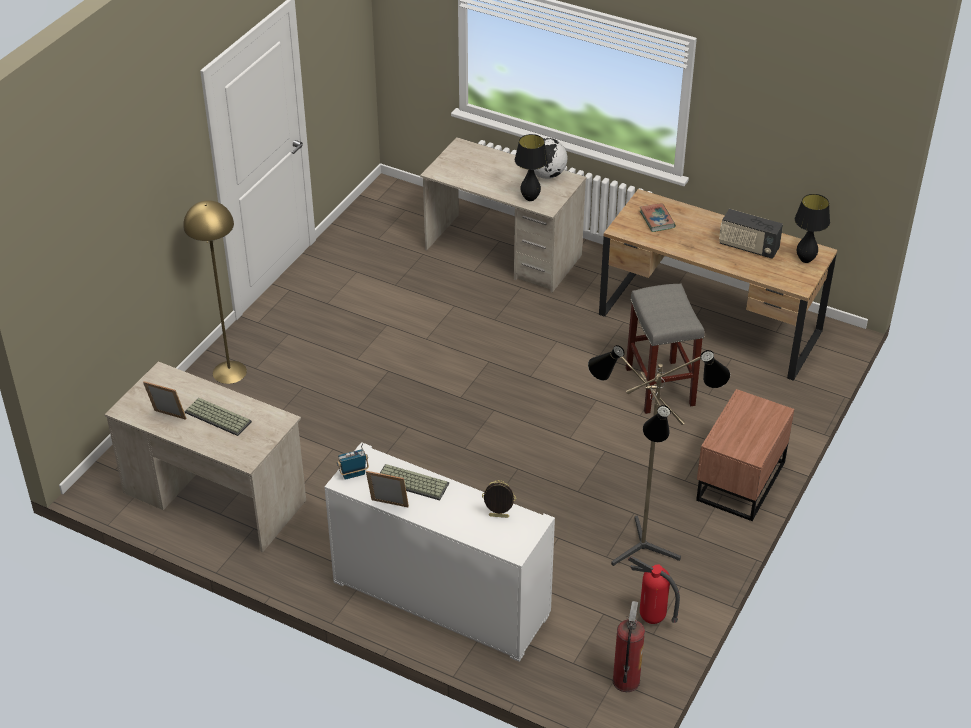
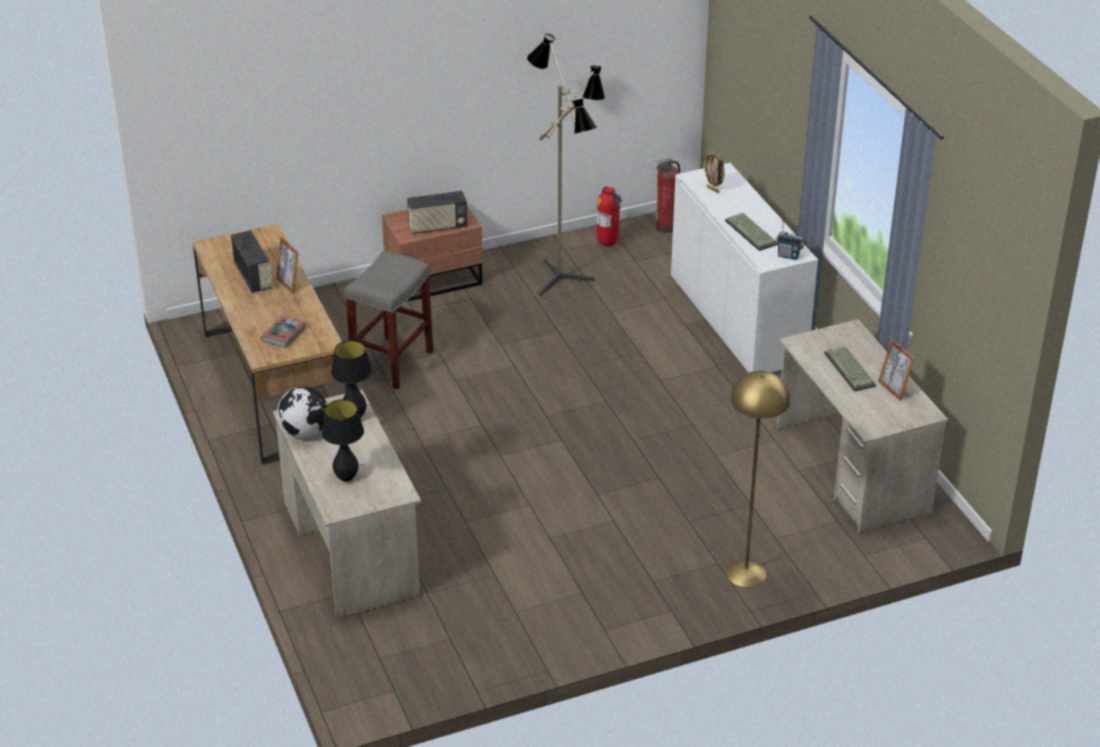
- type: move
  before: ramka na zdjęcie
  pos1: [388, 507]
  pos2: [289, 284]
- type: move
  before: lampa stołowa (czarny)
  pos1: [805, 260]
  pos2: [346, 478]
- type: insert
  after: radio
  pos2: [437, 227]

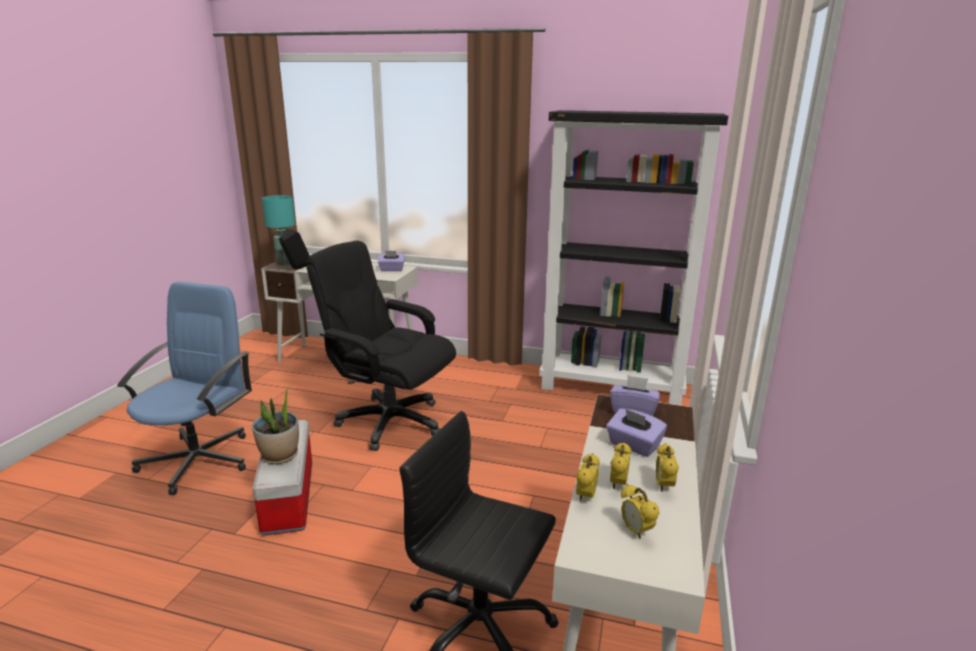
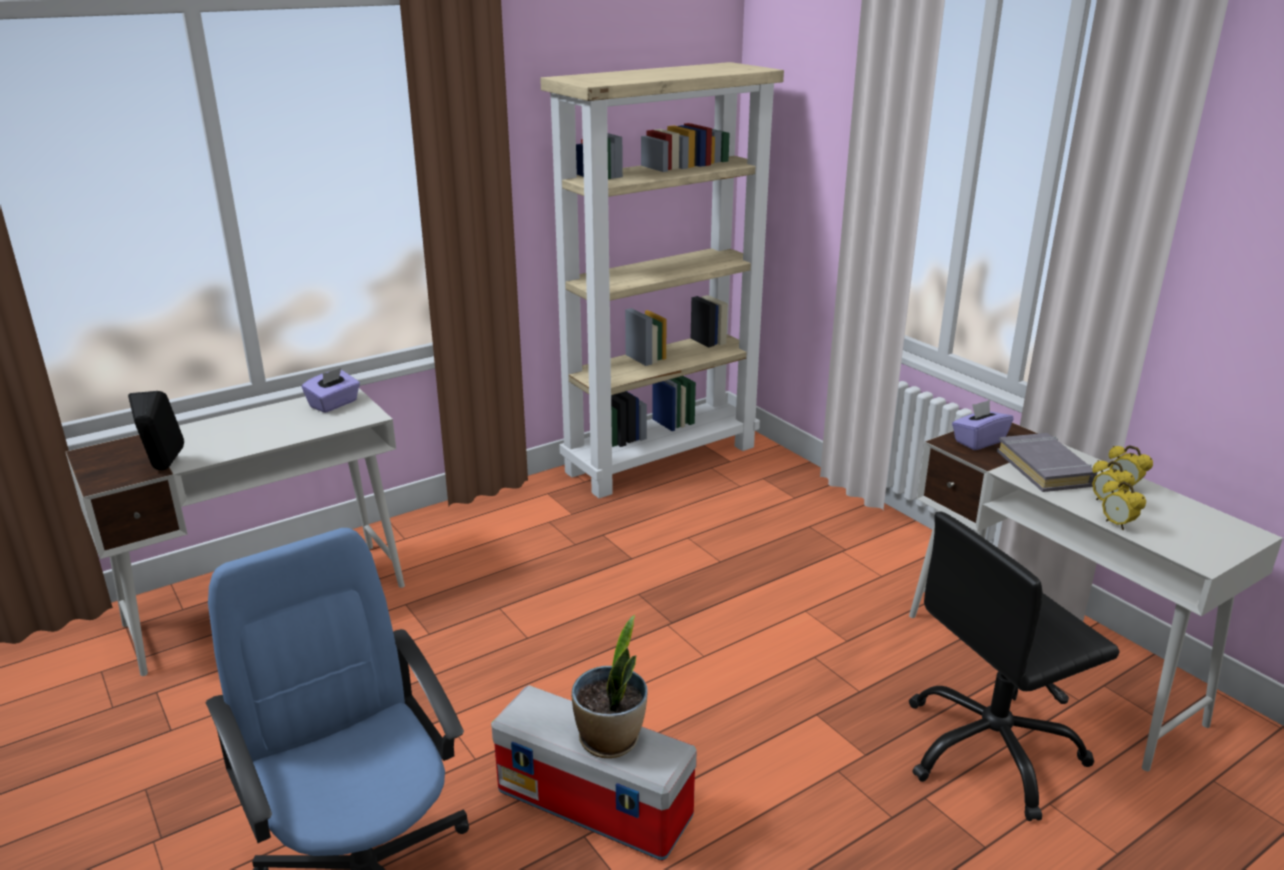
- type: delete
  before: lampa stołowa (turkusowy)
  pos1: [285, 263]
- type: delete
  before: krzesło biurowe (czarny)
  pos1: [389, 421]
- type: recolor
  before: regał (czarny)
  after: regał (beżowy)
  pos1: [612, 387]
  pos2: [662, 458]
- type: replace
  before: pudełko chusteczek (fioletowy)
  after: książka (szary)
  pos1: [633, 445]
  pos2: [1044, 468]
- type: delete
  before: budzik
  pos1: [636, 531]

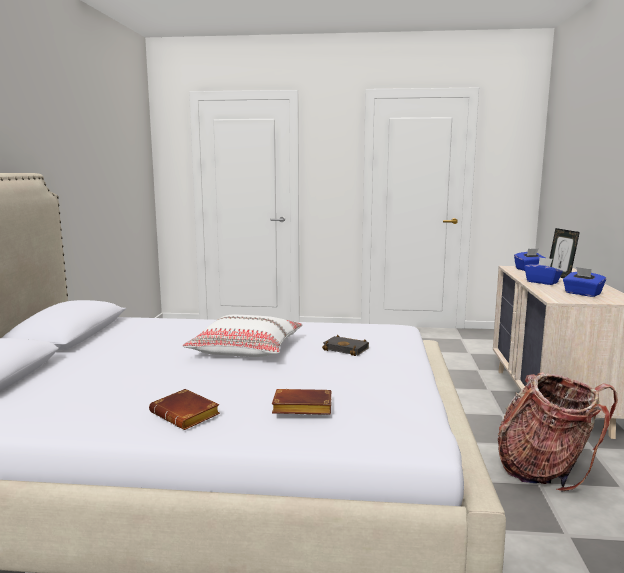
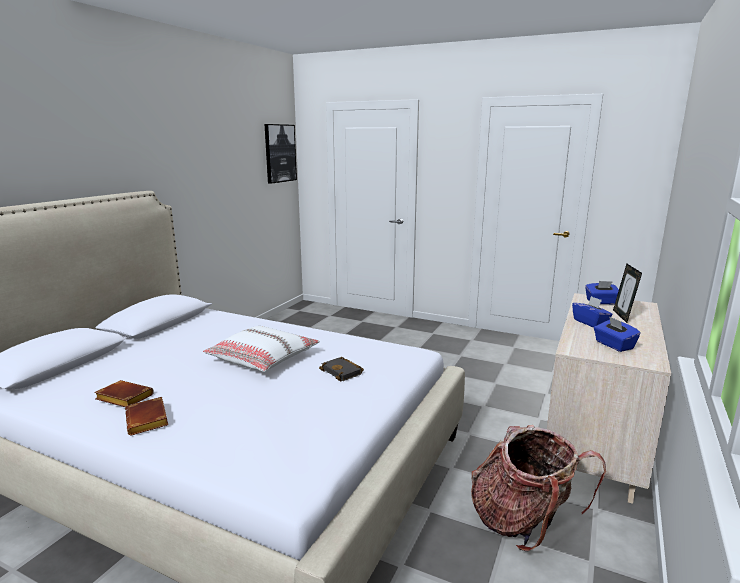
- type: move
  before: książka (brązowy)
  pos1: [300, 408]
  pos2: [122, 398]
- type: insert
  after: obraz
  pos2: [279, 153]

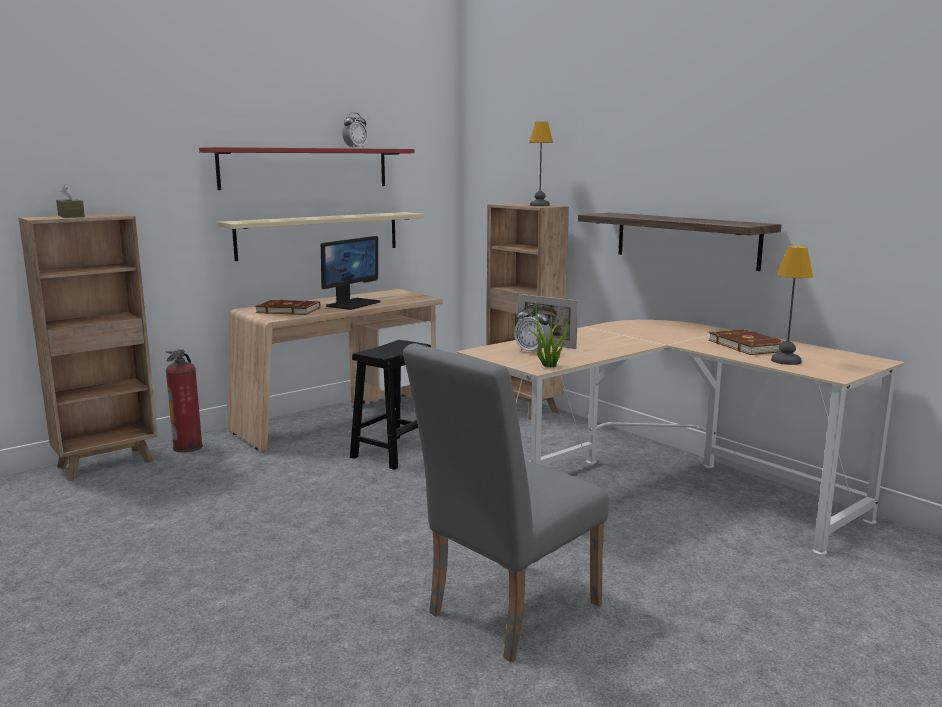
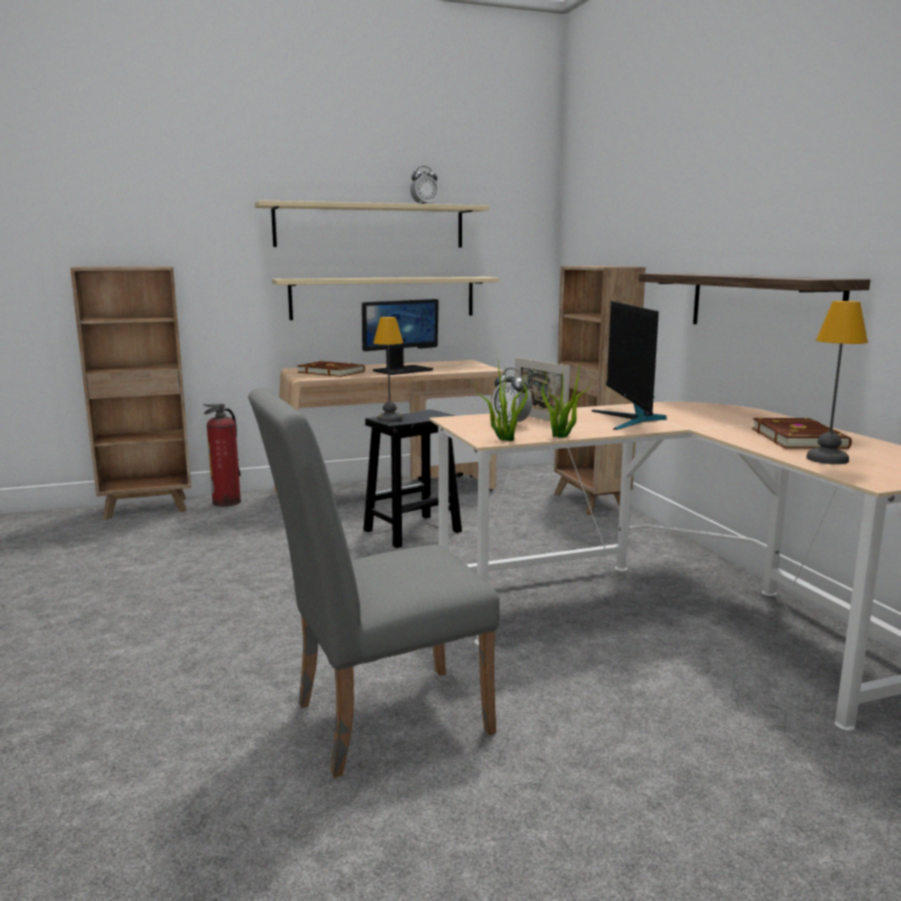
- type: delete
  before: pudełko chusteczek (brązowy)
  pos1: [71, 216]
- type: recolor
  before: półka (czerwony)
  after: półka (beżowy)
  pos1: [306, 168]
  pos2: [370, 226]
- type: move
  before: lampa stołowa
  pos1: [539, 205]
  pos2: [389, 419]
- type: insert
  after: roślina doniczkowa
  pos2: [562, 436]
- type: insert
  after: monitor
  pos2: [630, 420]

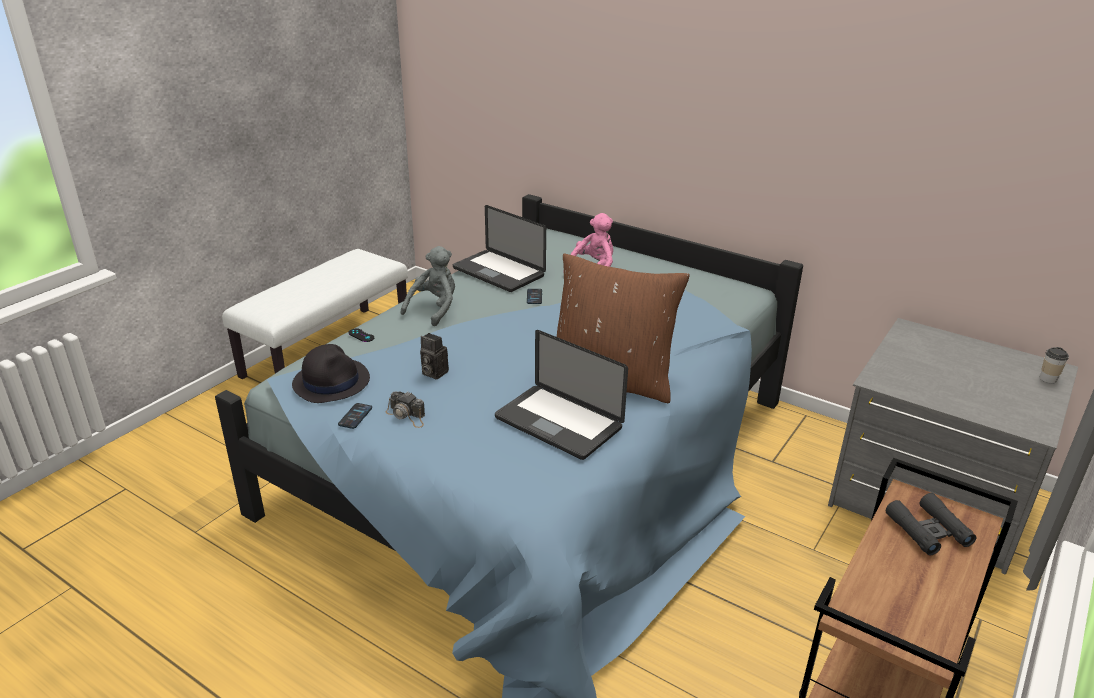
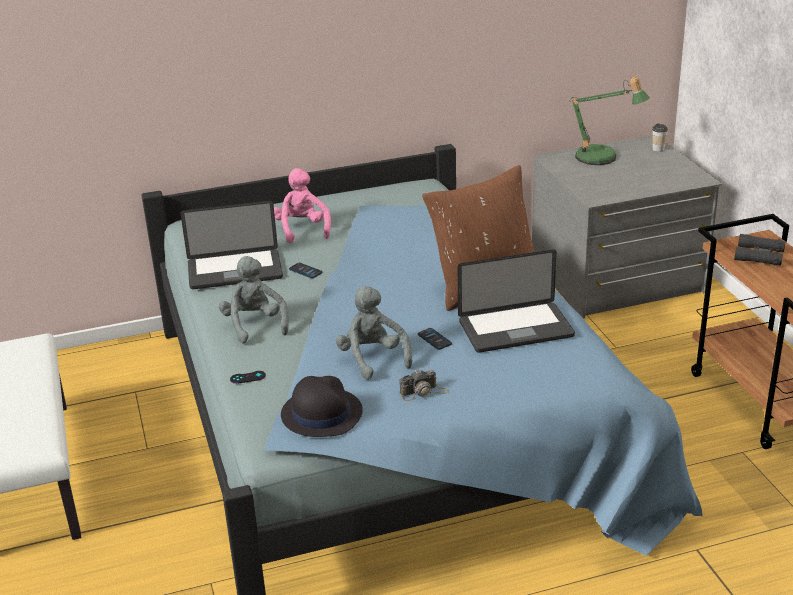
- type: move
  before: telefon
  pos1: [355, 416]
  pos2: [434, 339]
- type: replace
  before: aparat fotograficzny
  after: pluszak (szary)
  pos1: [433, 373]
  pos2: [372, 358]
- type: insert
  after: lampa stołowa
  pos2: [602, 159]

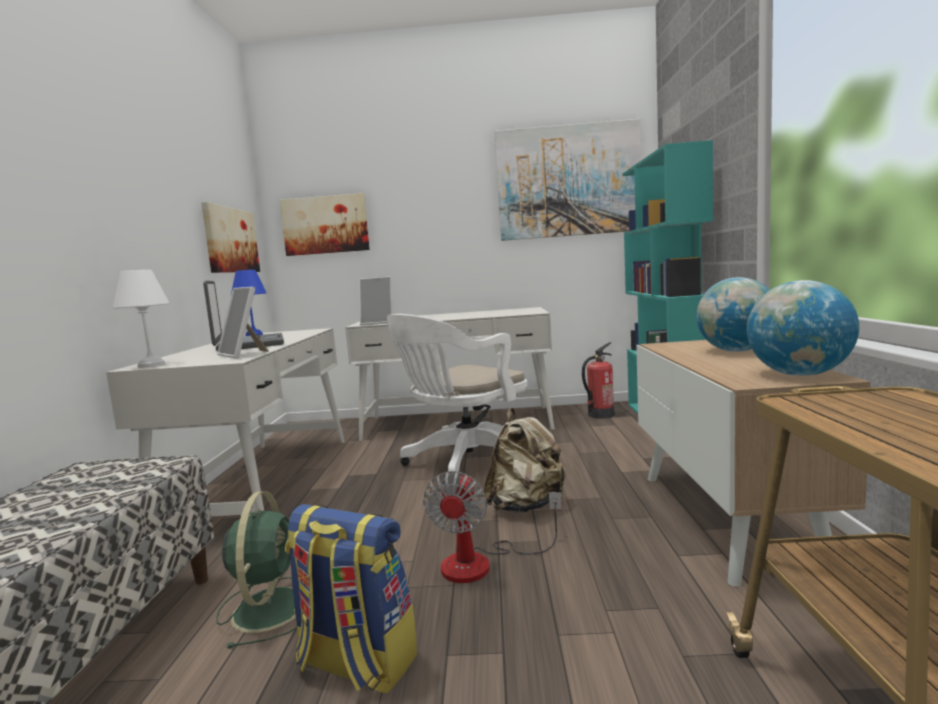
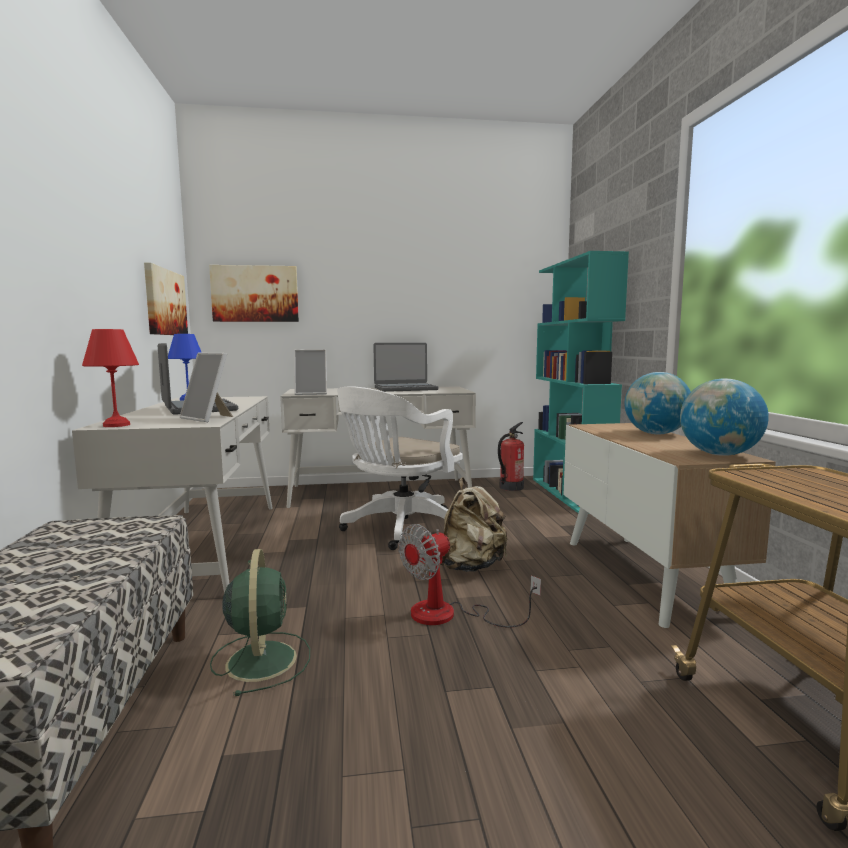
- type: recolor
  before: lampa stołowa (biały)
  after: lampa stołowa (czerwony)
  pos1: [150, 365]
  pos2: [115, 425]
- type: delete
  before: plecak
  pos1: [355, 663]
- type: rotate
  before: wentylator
  pos1: [482, 563]
  pos2: [449, 615]
  turn: 45
- type: delete
  before: obraz
  pos1: [568, 181]
- type: insert
  after: laptop
  pos2: [405, 389]

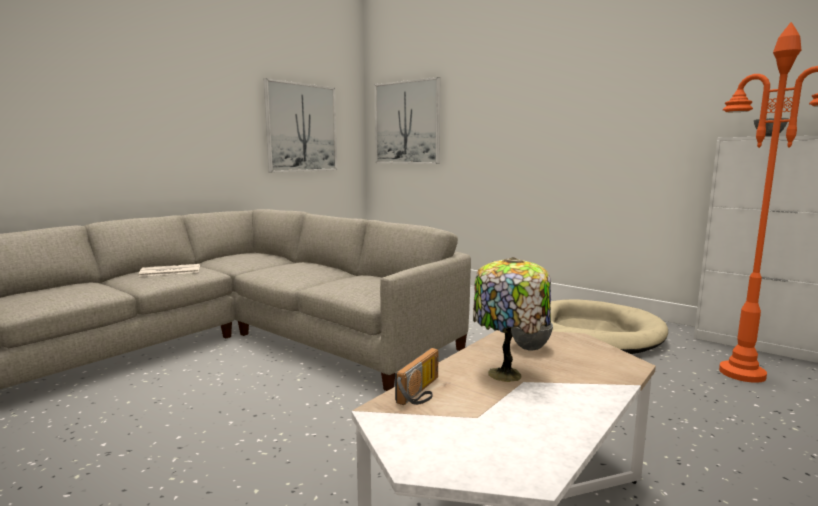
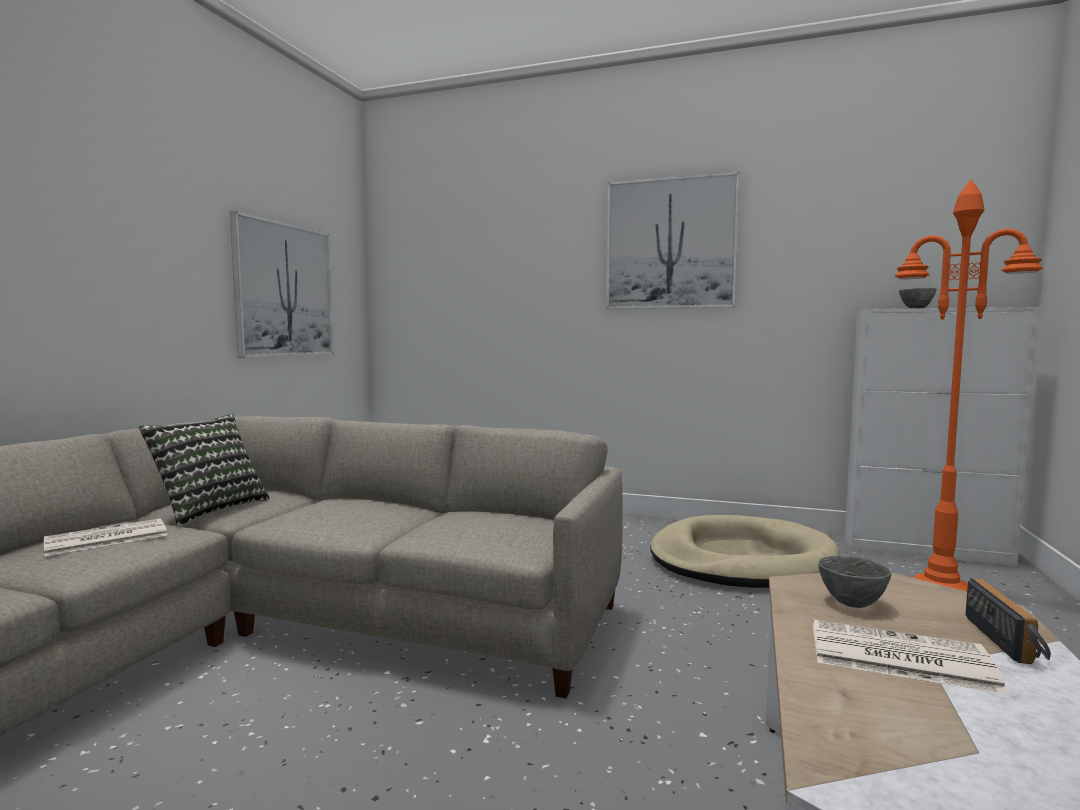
- type: move
  before: obraz
  pos1: [407, 122]
  pos2: [670, 244]
- type: move
  before: radio
  pos1: [423, 392]
  pos2: [1010, 641]
- type: replace
  before: lampa stołowa
  after: gazeta
  pos1: [507, 375]
  pos2: [897, 657]
- type: insert
  after: poduszka
  pos2: [209, 509]

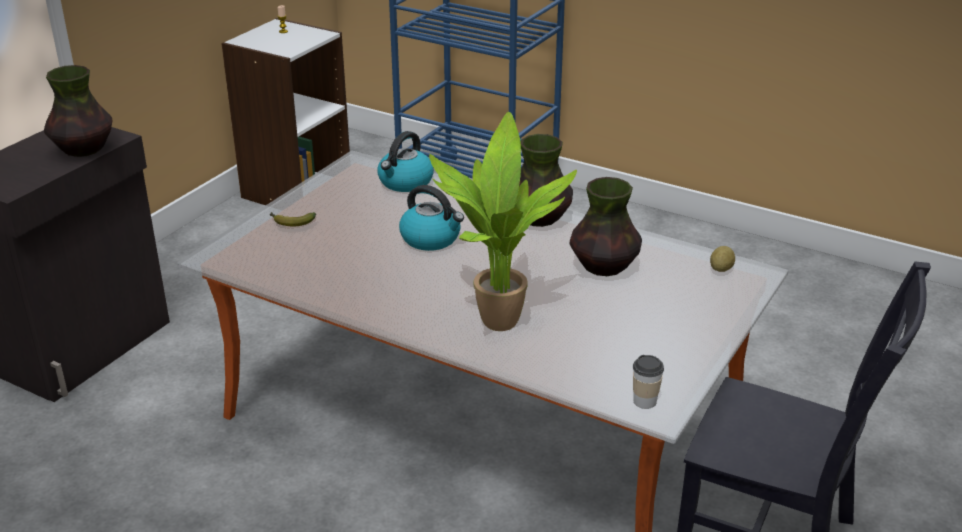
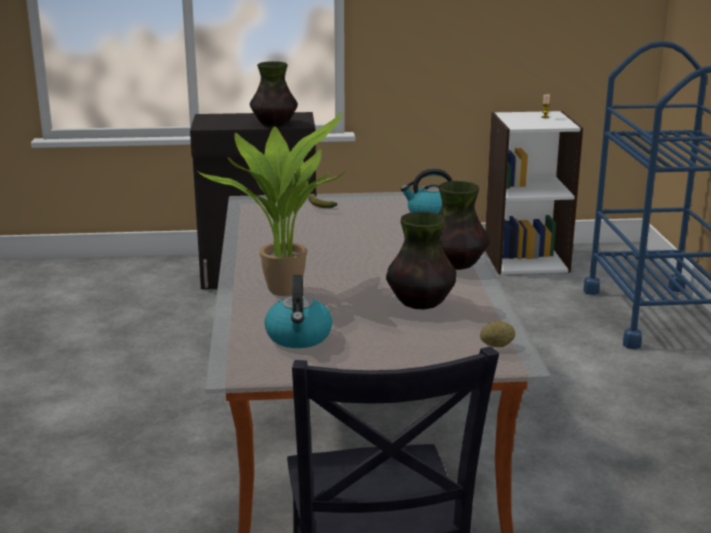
- type: move
  before: czajnik
  pos1: [431, 238]
  pos2: [299, 337]
- type: delete
  before: filiżanka
  pos1: [645, 401]

